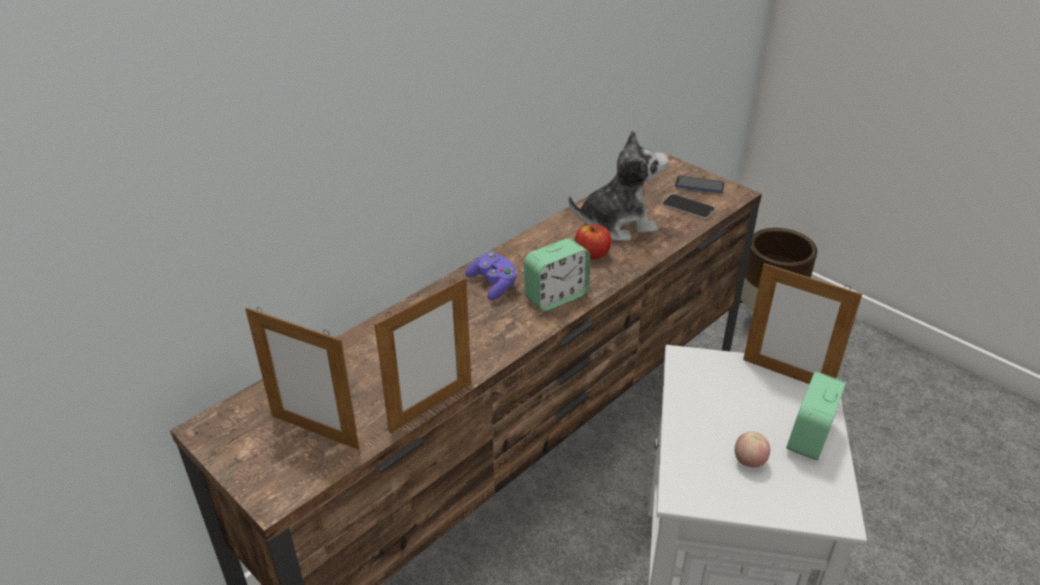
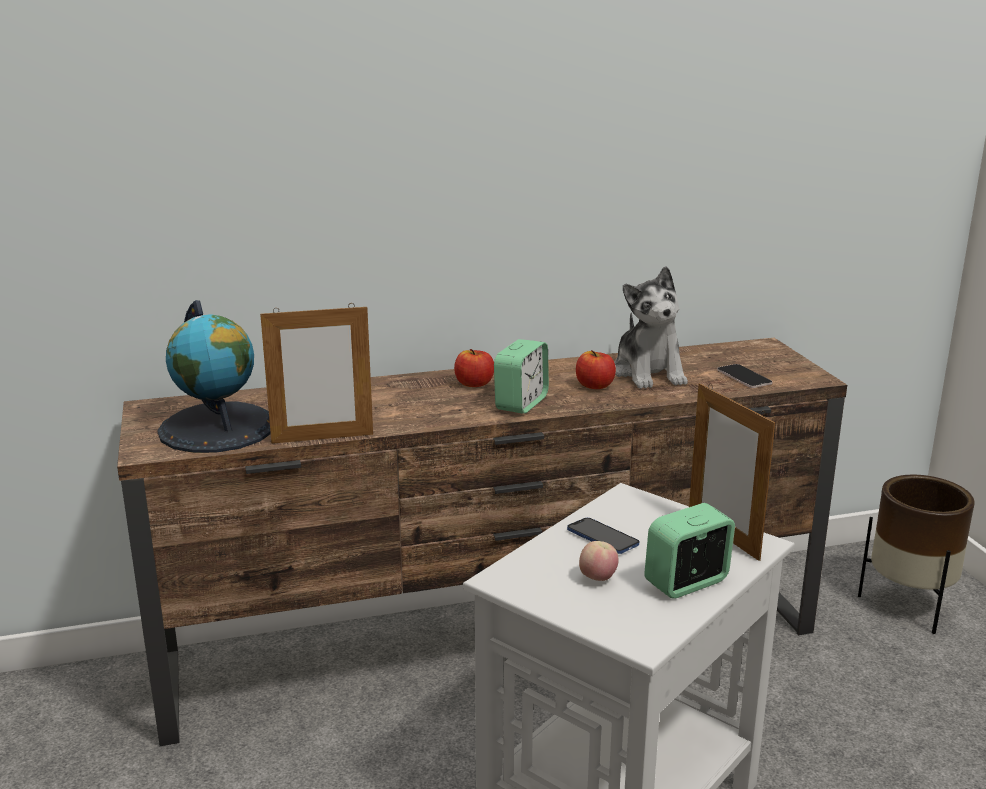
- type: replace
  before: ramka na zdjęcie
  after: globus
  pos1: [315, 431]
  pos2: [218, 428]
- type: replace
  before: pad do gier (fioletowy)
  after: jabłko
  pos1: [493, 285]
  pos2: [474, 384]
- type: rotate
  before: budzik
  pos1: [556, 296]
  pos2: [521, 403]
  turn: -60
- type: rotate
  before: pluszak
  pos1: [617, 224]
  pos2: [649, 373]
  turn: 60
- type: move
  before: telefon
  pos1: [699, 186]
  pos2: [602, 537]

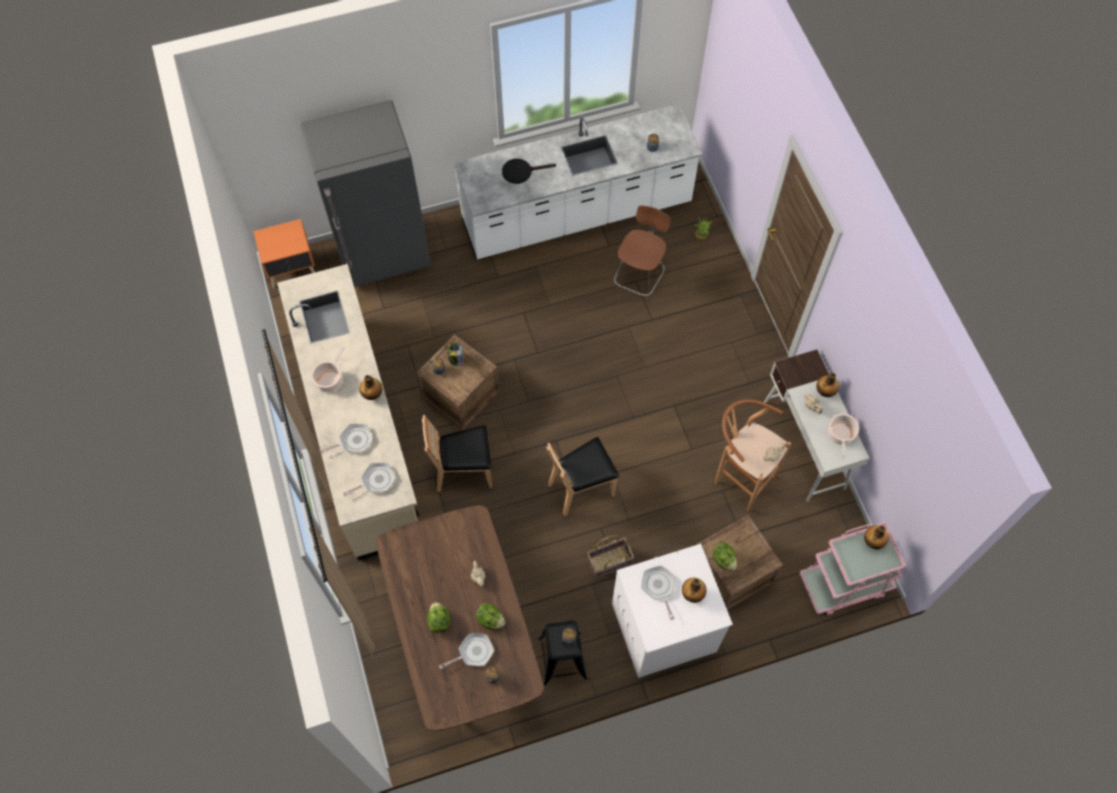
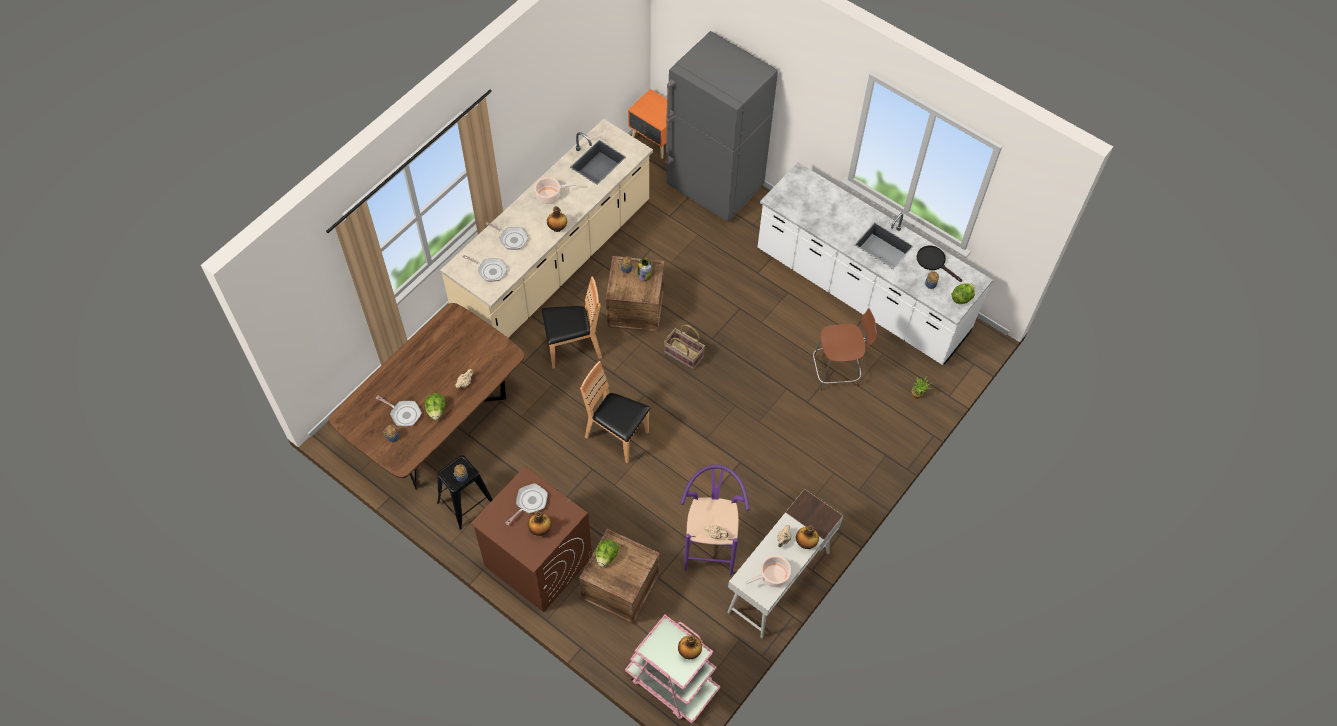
- type: rotate
  before: krzesło (brązowy)
  pos1: [463, 471]
  pos2: [573, 348]
  turn: 120
- type: move
  before: sałata
  pos1: [439, 620]
  pos2: [962, 298]
- type: move
  before: patelnia (czarny)
  pos1: [521, 172]
  pos2: [934, 262]
- type: move
  before: koszyk
  pos1: [609, 562]
  pos2: [683, 355]
- type: recolor
  before: pralka (biały)
  after: pralka (brązowy)
  pos1: [663, 628]
  pos2: [537, 561]
- type: recolor
  before: stołek (brązowy)
  after: stołek (fioletowy)
  pos1: [739, 478]
  pos2: [710, 547]

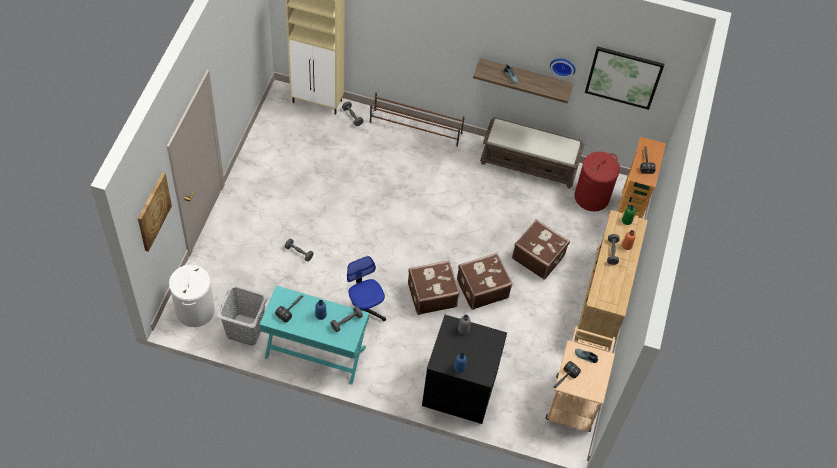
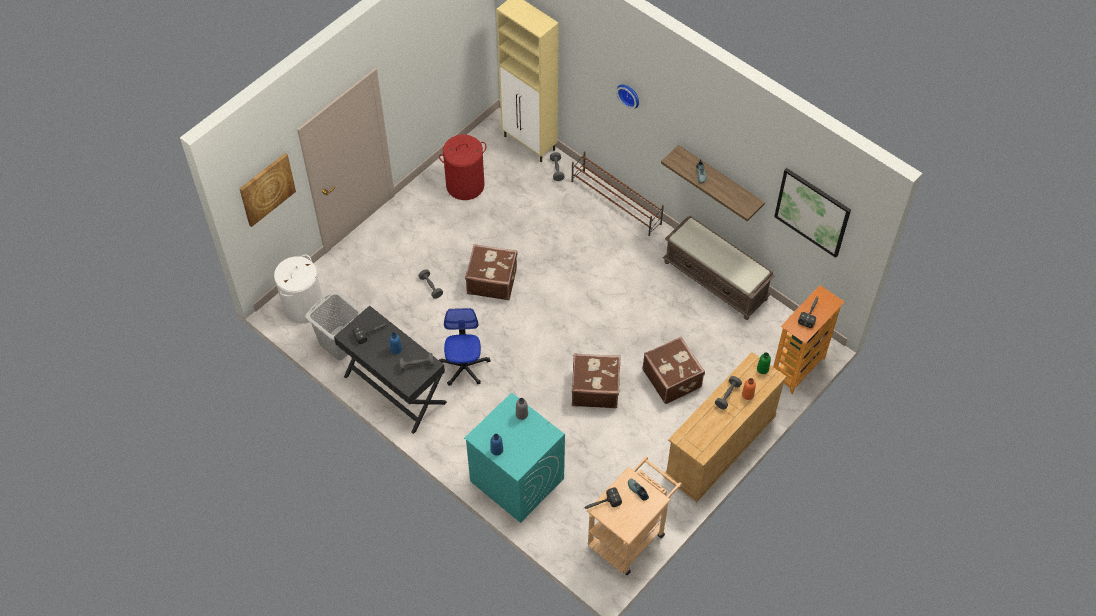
- type: recolor
  before: biurko (turkusowy)
  after: biurko (czarny)
  pos1: [315, 352]
  pos2: [394, 389]
- type: move
  before: walizka (brązowy)
  pos1: [431, 294]
  pos2: [492, 280]
- type: recolor
  before: pralka (czarny)
  after: pralka (turkusowy)
  pos1: [459, 389]
  pos2: [516, 479]
- type: move
  before: zegar ścienny
  pos1: [563, 66]
  pos2: [629, 95]
- type: move
  before: kosz na pranie (czerwony)
  pos1: [591, 197]
  pos2: [465, 185]

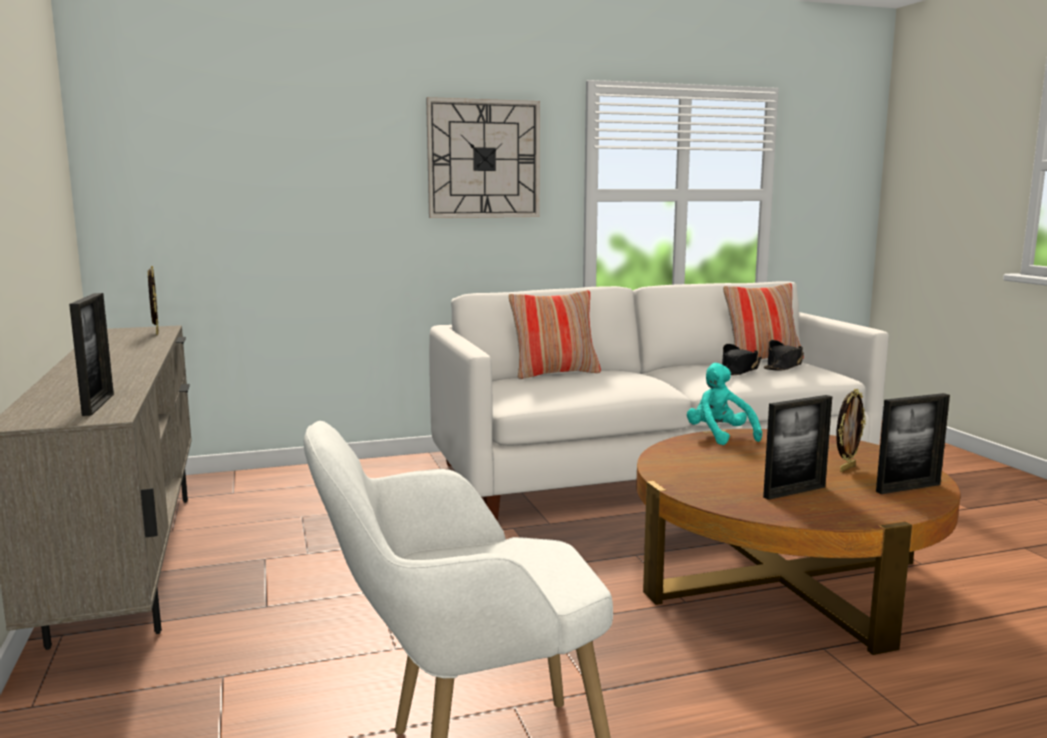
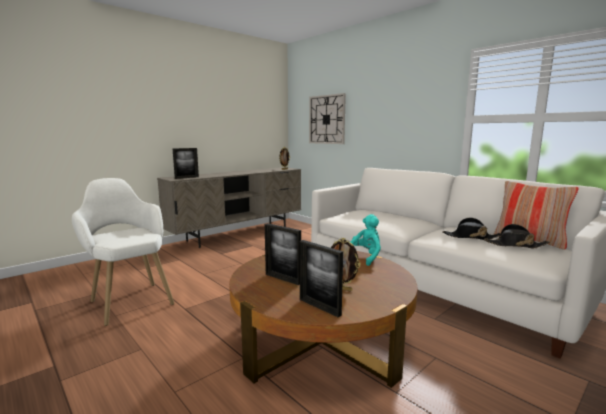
- type: move
  before: zegar ścienny
  pos1: [483, 159]
  pos2: [327, 119]
- type: delete
  before: poduszka
  pos1: [555, 373]

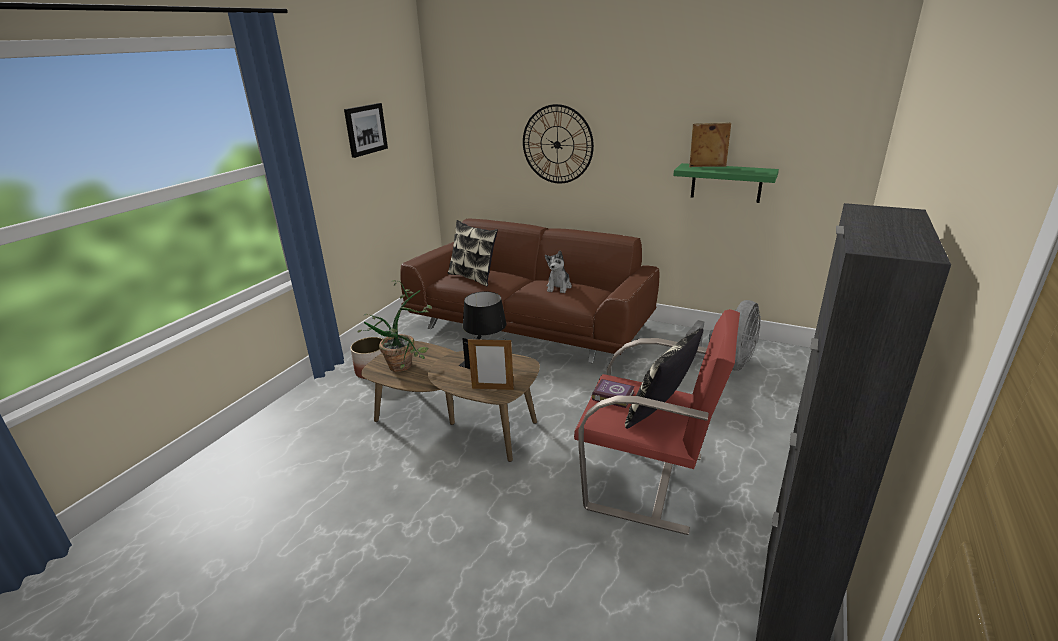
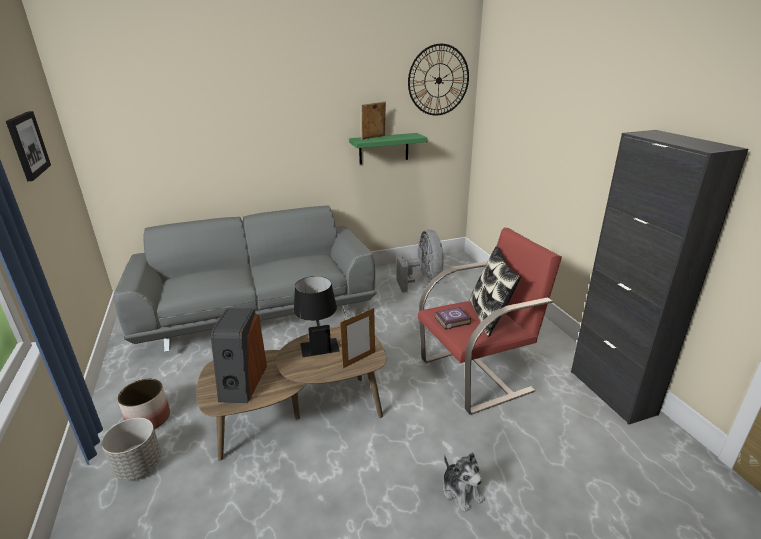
- type: replace
  before: roślina doniczkowa
  after: głośnik
  pos1: [407, 365]
  pos2: [242, 382]
- type: recolor
  before: kanapa (brązowy)
  after: kanapa (szary)
  pos1: [531, 327]
  pos2: [258, 311]
- type: delete
  before: poduszka
  pos1: [473, 277]
- type: move
  before: zegar ścienny
  pos1: [557, 144]
  pos2: [438, 80]
- type: move
  before: pluszak
  pos1: [559, 287]
  pos2: [461, 491]
- type: insert
  after: donica (szary)
  pos2: [139, 465]

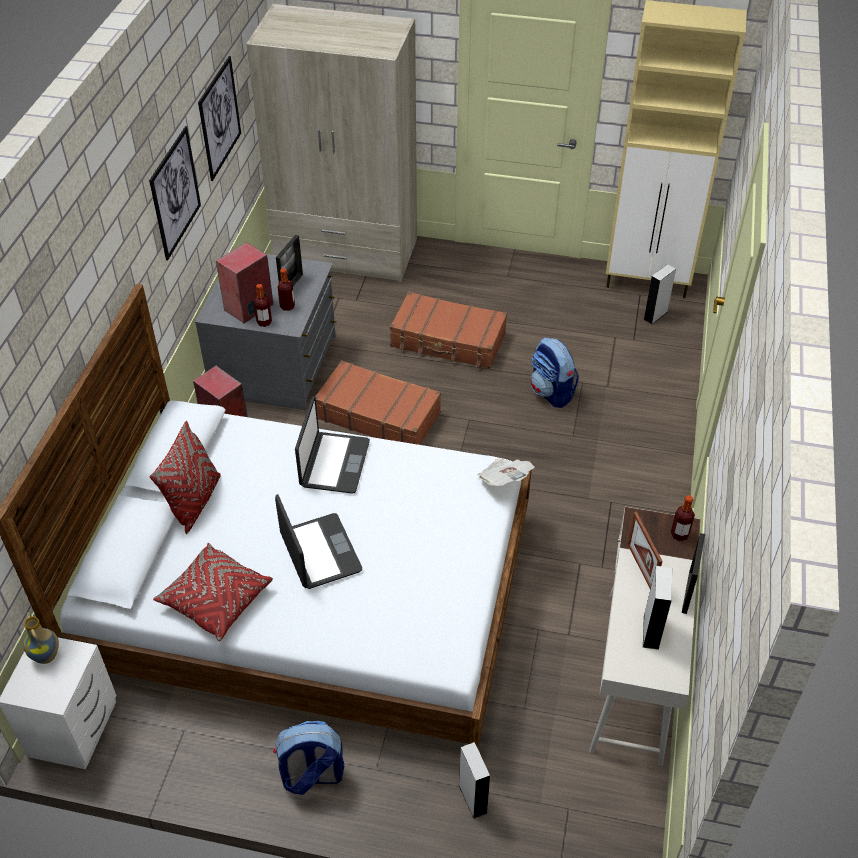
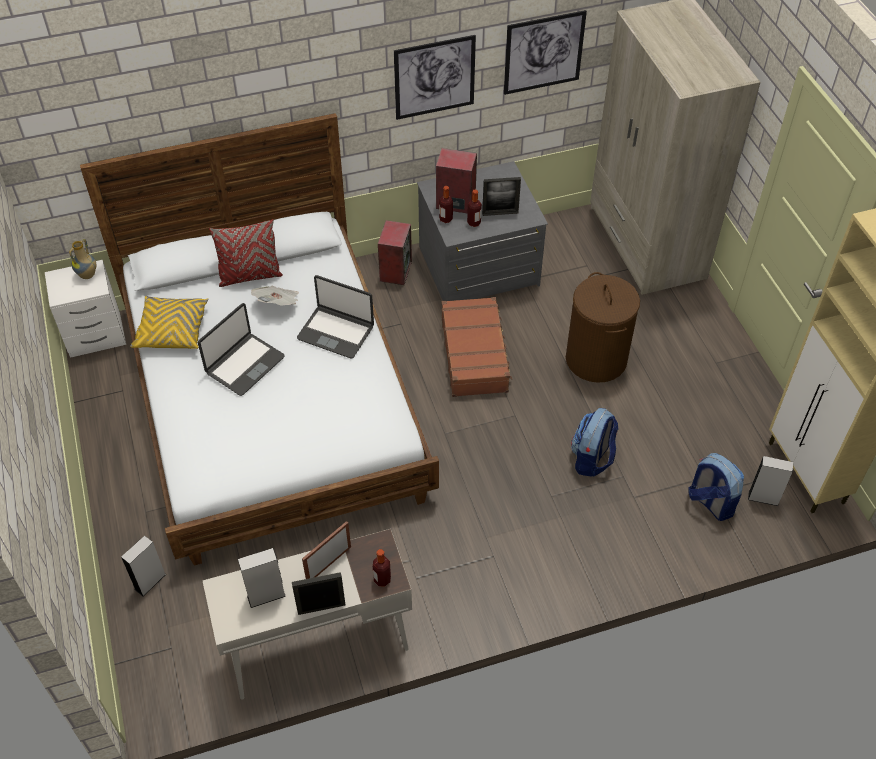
- type: recolor
  before: poduszka (czerwony)
  after: poduszka (żółty)
  pos1: [215, 599]
  pos2: [172, 330]
- type: move
  before: plecak
  pos1: [311, 776]
  pos2: [710, 502]
- type: rotate
  before: laptop
  pos1: [334, 463]
  pos2: [336, 332]
  turn: 45
- type: replace
  before: walizka (brązowy)
  after: kosz na pranie (brązowy)
  pos1: [448, 341]
  pos2: [596, 359]
- type: move
  before: gazeta
  pos1: [504, 480]
  pos2: [278, 303]

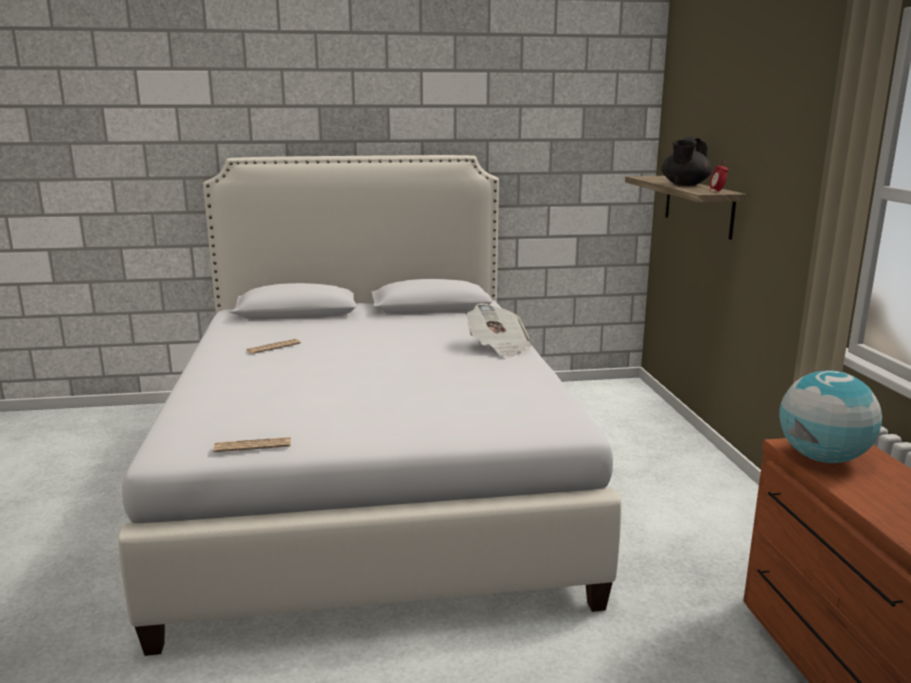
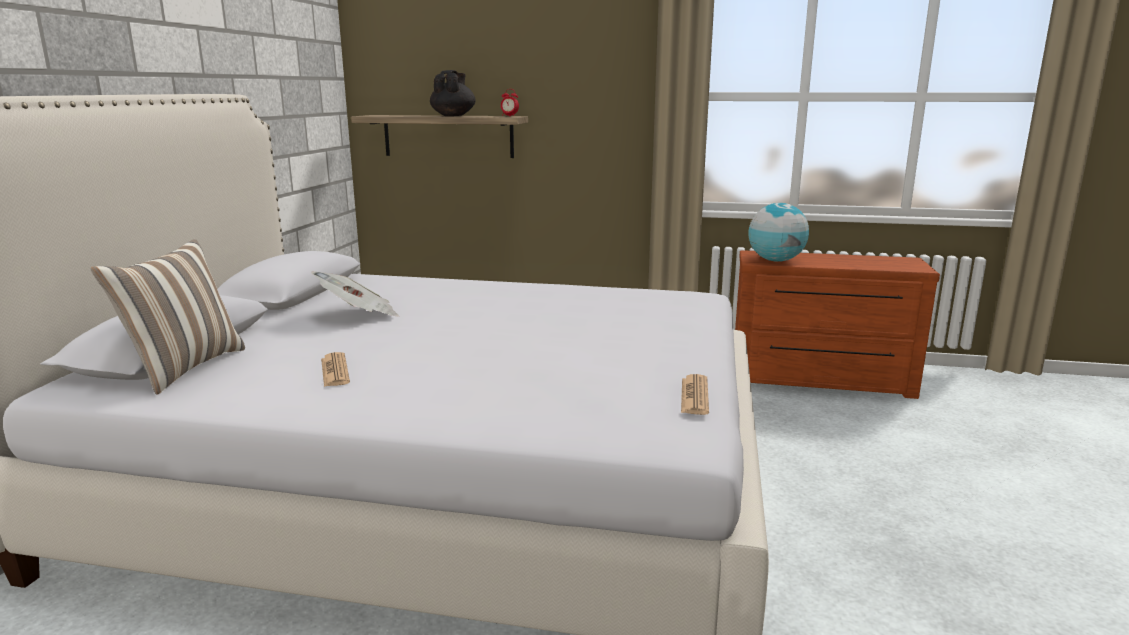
- type: move
  before: gazeta
  pos1: [498, 347]
  pos2: [359, 315]
- type: rotate
  before: imbryk (czarny)
  pos1: [684, 185]
  pos2: [453, 116]
  turn: -135
- type: insert
  after: poduszka
  pos2: [184, 368]

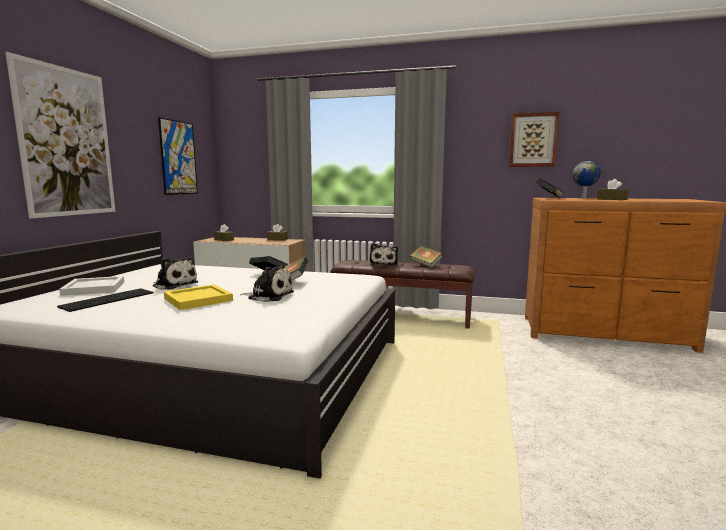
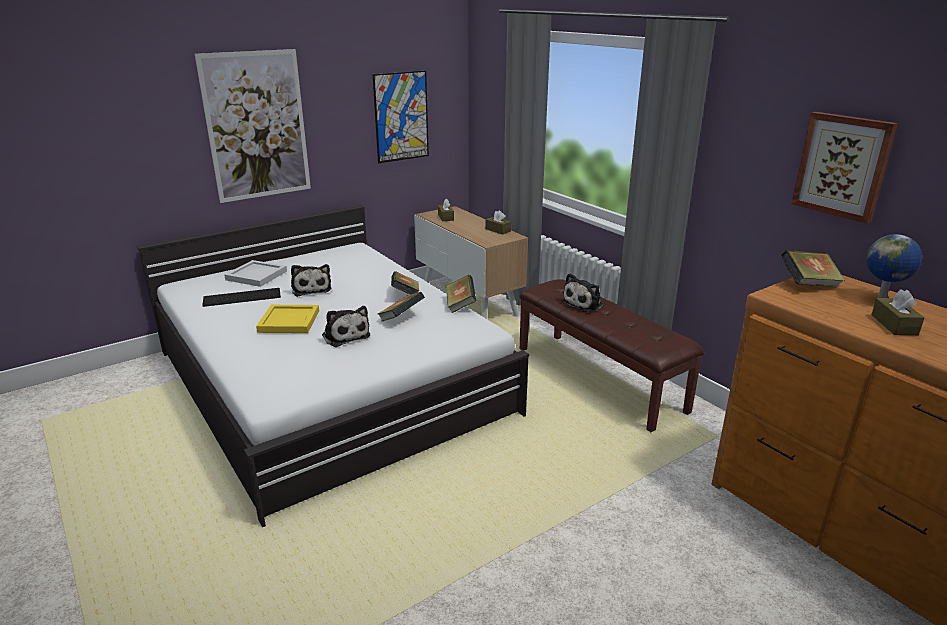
- type: move
  before: książka
  pos1: [426, 265]
  pos2: [460, 305]

